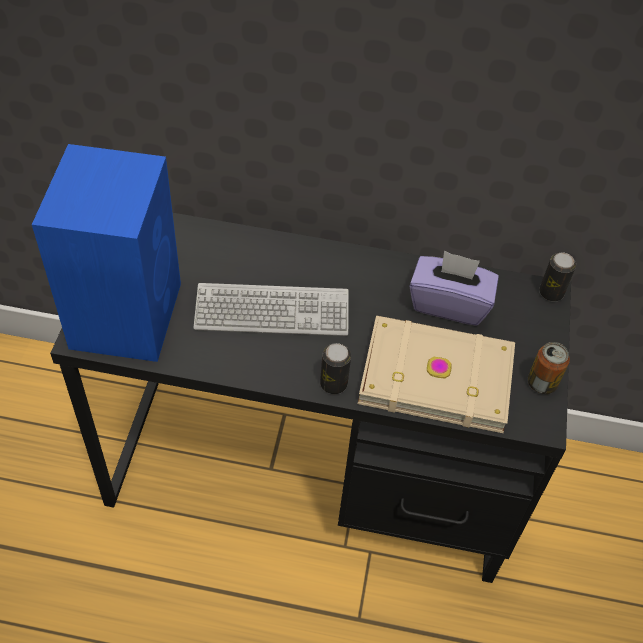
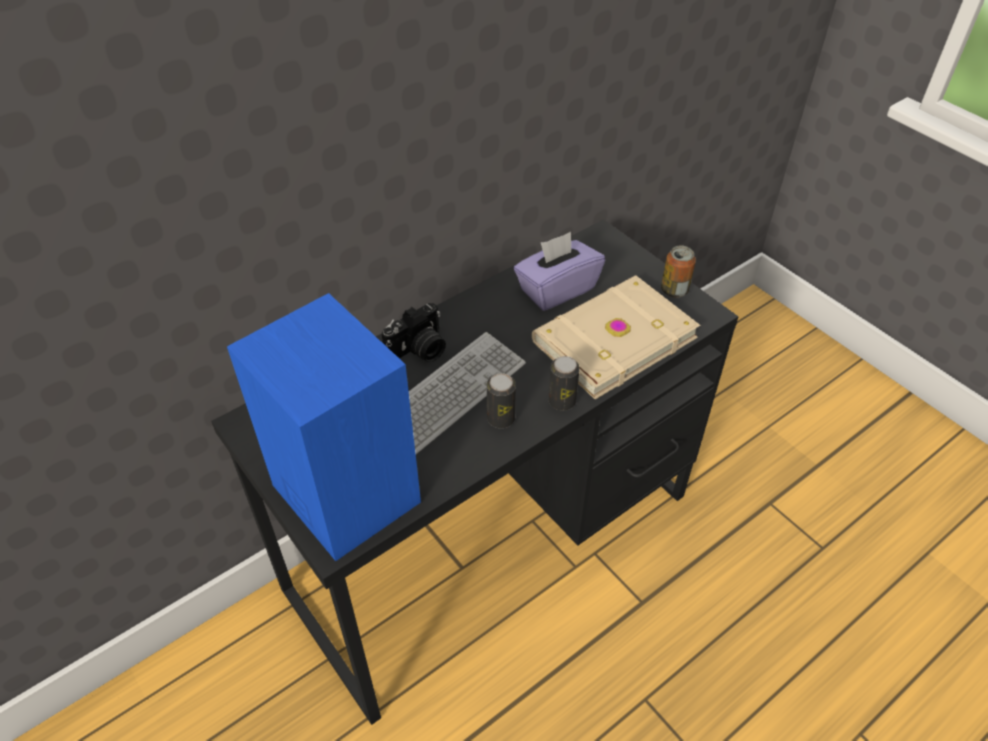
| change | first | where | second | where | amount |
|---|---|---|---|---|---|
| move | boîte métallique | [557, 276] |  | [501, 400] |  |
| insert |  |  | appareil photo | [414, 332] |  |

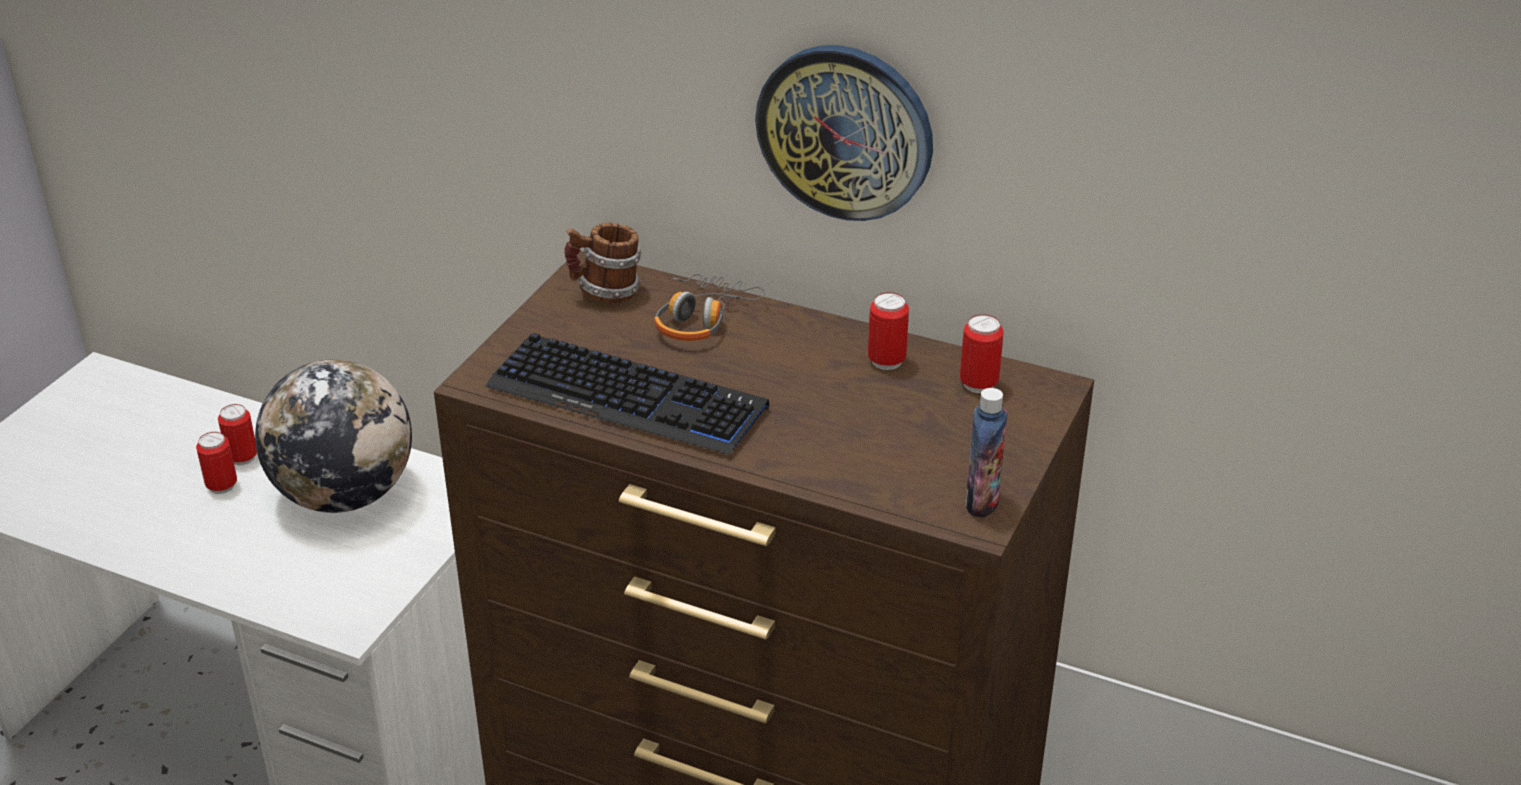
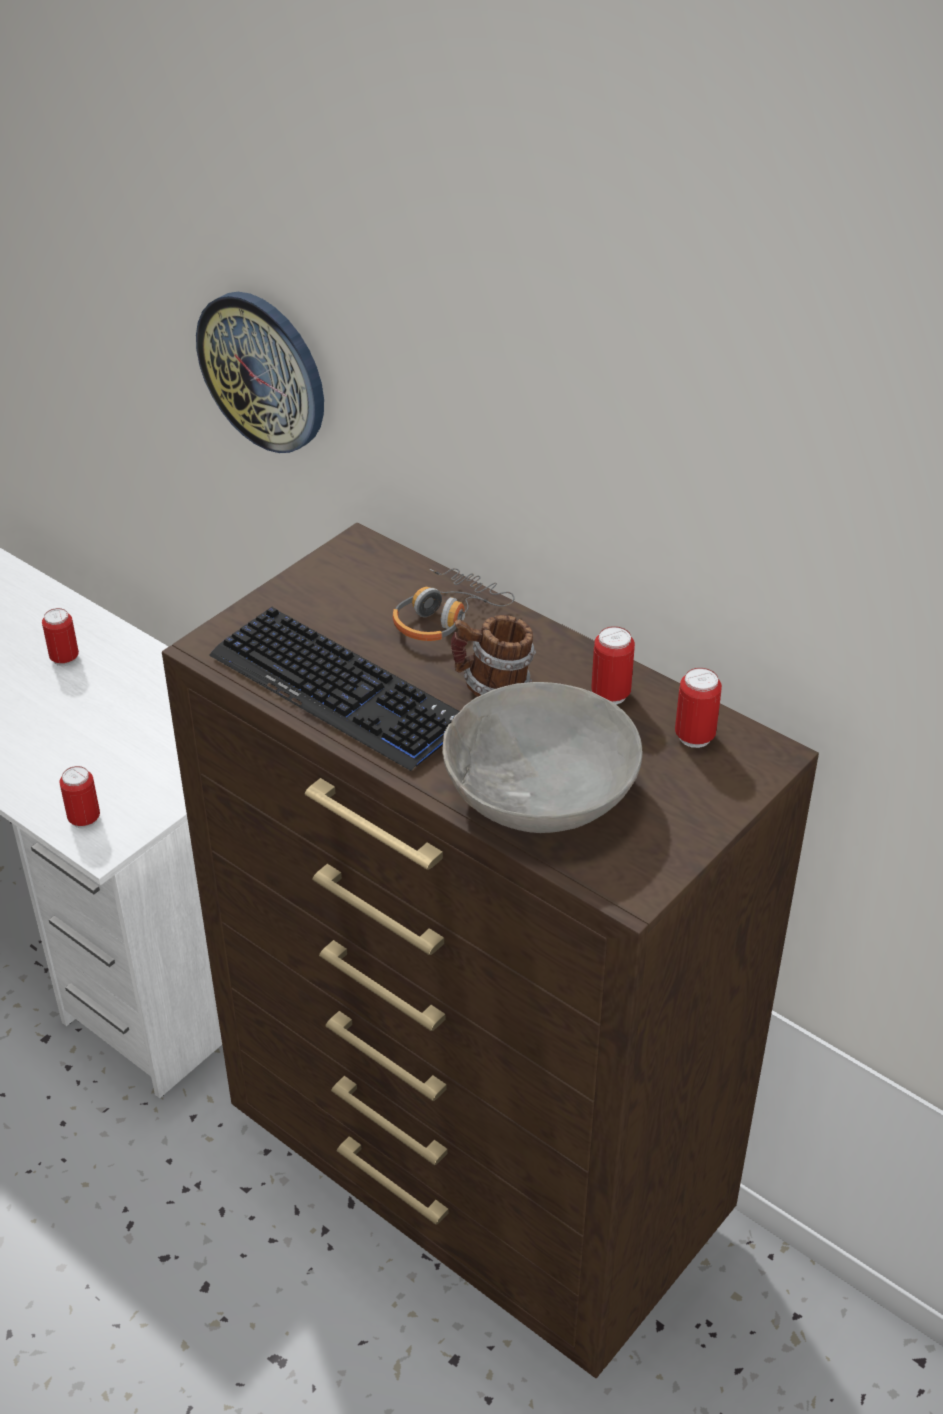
| change | first | where | second | where | amount |
|---|---|---|---|---|---|
| move | boîte métallique | [216, 463] |  | [79, 797] |  |
| delete | globe | [333, 436] |  |  |  |
| move | mug | [603, 263] |  | [493, 656] |  |
| move | horloge murale | [844, 133] |  | [260, 372] |  |
| delete | bouteille | [987, 453] |  |  |  |
| insert |  |  | bol [gris] | [542, 757] |  |

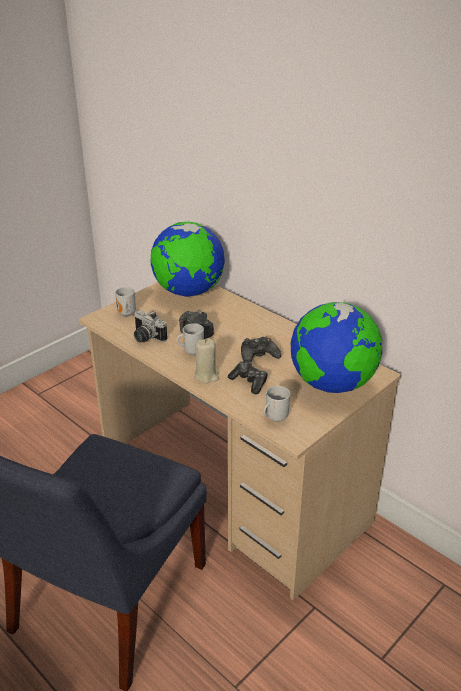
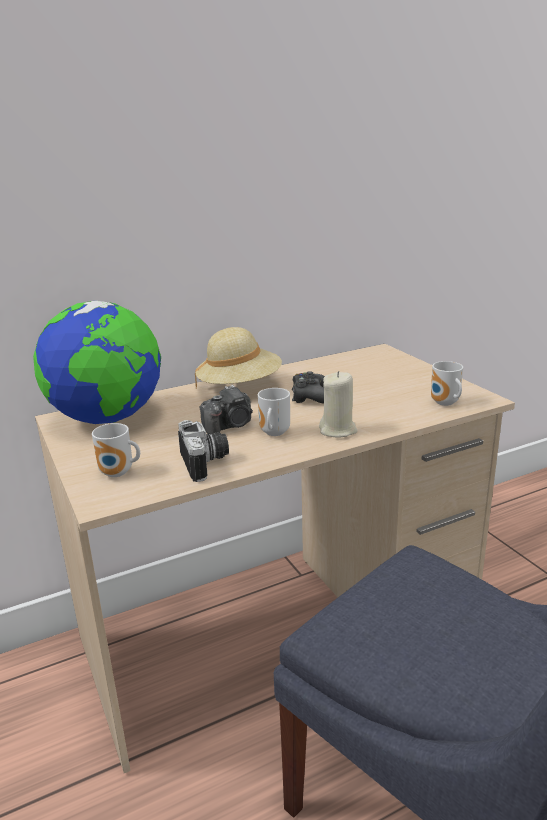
| change | first | where | second | where | amount |
|---|---|---|---|---|---|
| rotate | appareil photo | [150, 326] |  | [203, 451] | 75 degrees counterclockwise |
| delete | manette | [248, 377] |  |  |  |
| delete | globe | [336, 347] |  |  |  |
| insert |  |  | chapeau [beige] | [238, 357] |  |

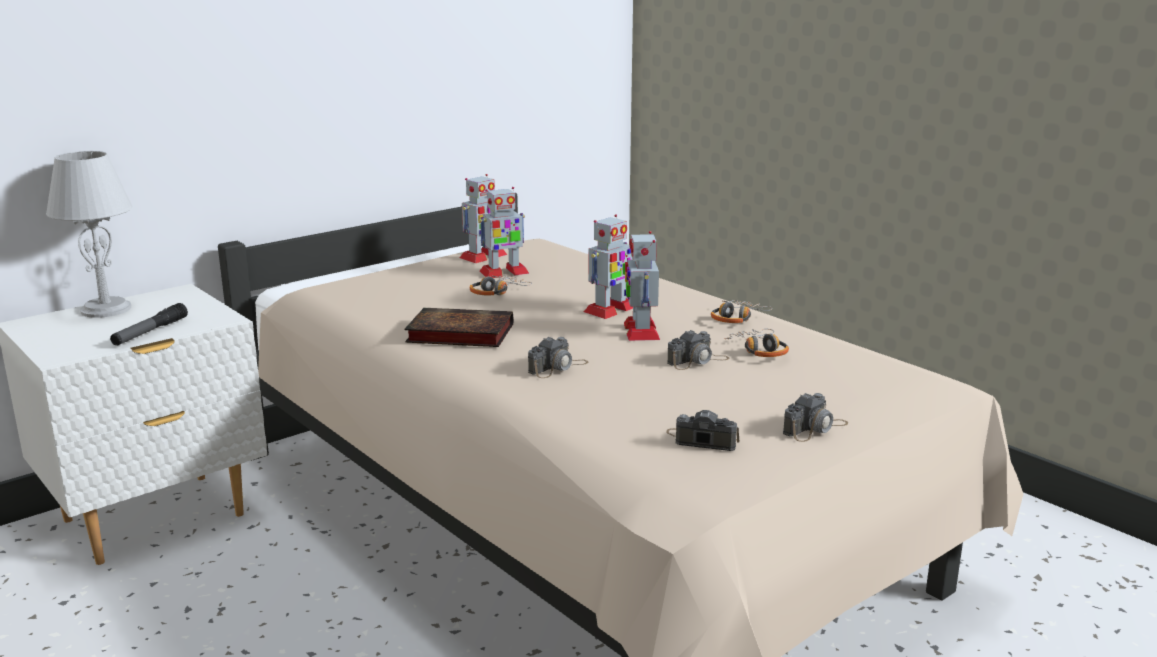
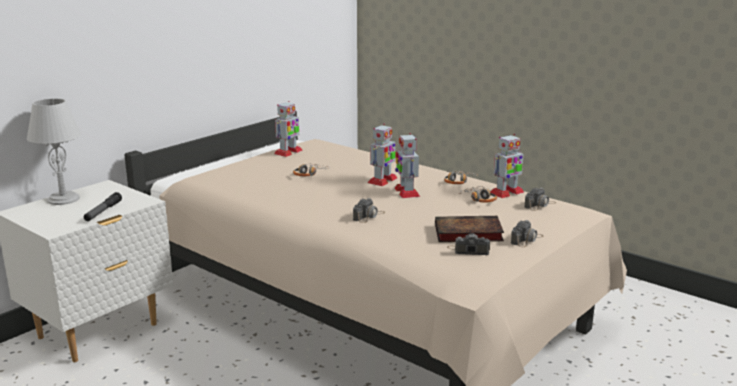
| change | first | where | second | where | amount |
|---|---|---|---|---|---|
| move | livre | [458, 327] |  | [469, 229] |  |
| move | robot jouet | [504, 232] |  | [507, 166] |  |
| move | appareil photo | [698, 350] |  | [540, 199] |  |

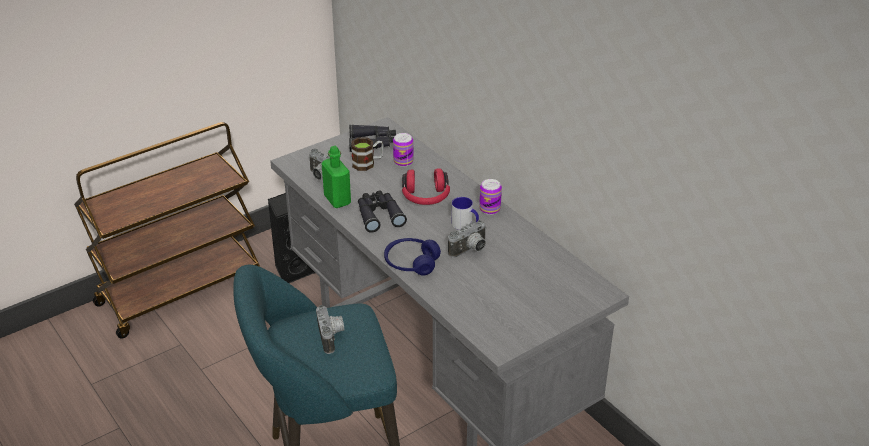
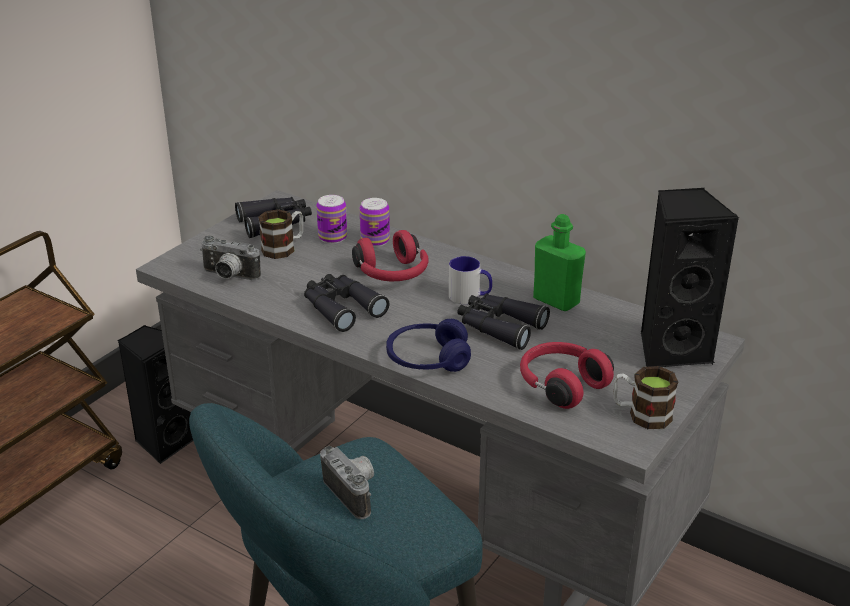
| change | first | where | second | where | amount |
|---|---|---|---|---|---|
| move | bouteille [vert] | [336, 177] |  | [559, 262] |  |
| replace | appareil photo | [467, 239] | jumelles [noir] | [504, 321] |  |
| move | boîte métallique | [490, 197] |  | [374, 222] |  |
| insert |  |  | casque audio [rouge] | [567, 375] |  |
| insert |  |  | mug | [646, 397] |  |
| insert |  |  | enceinte [noir] | [690, 277] |  |

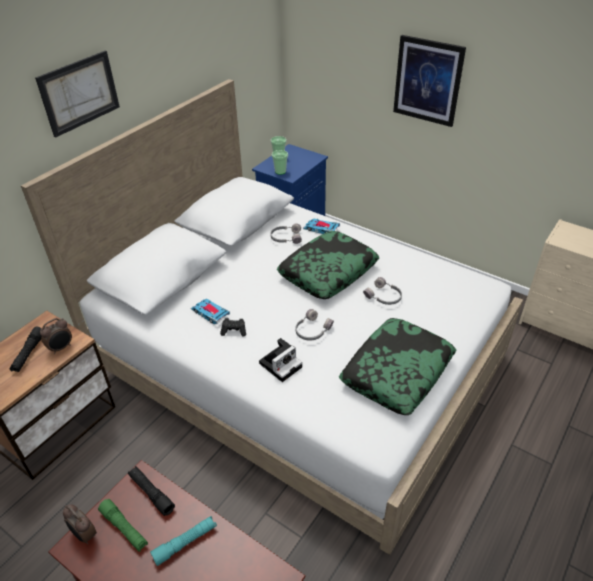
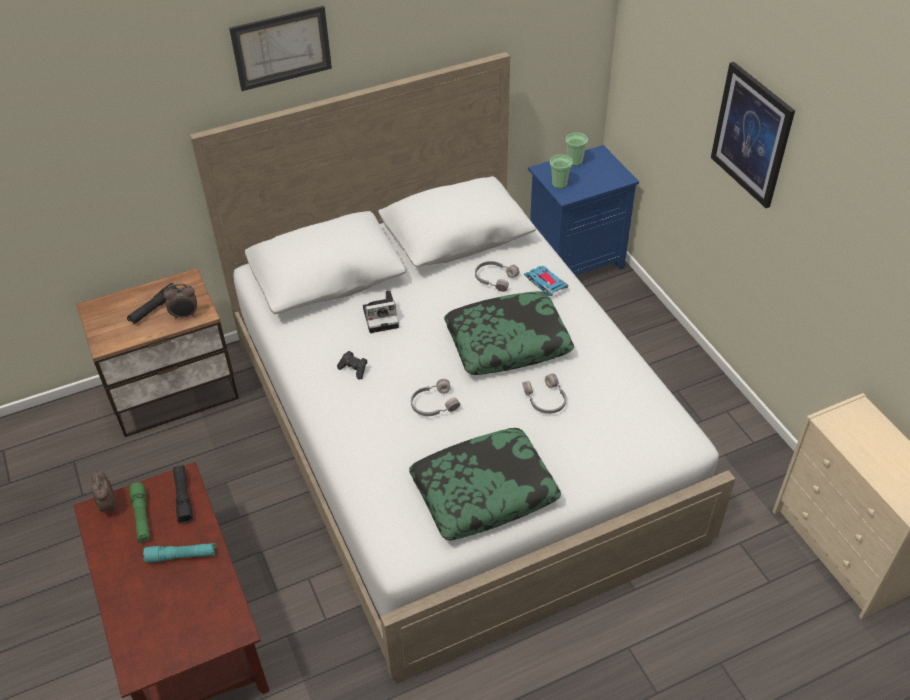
| change | first | where | second | where | amount |
|---|---|---|---|---|---|
| delete | petite voiture | [210, 311] |  |  |  |
| move | appareil photo | [280, 360] |  | [381, 311] |  |

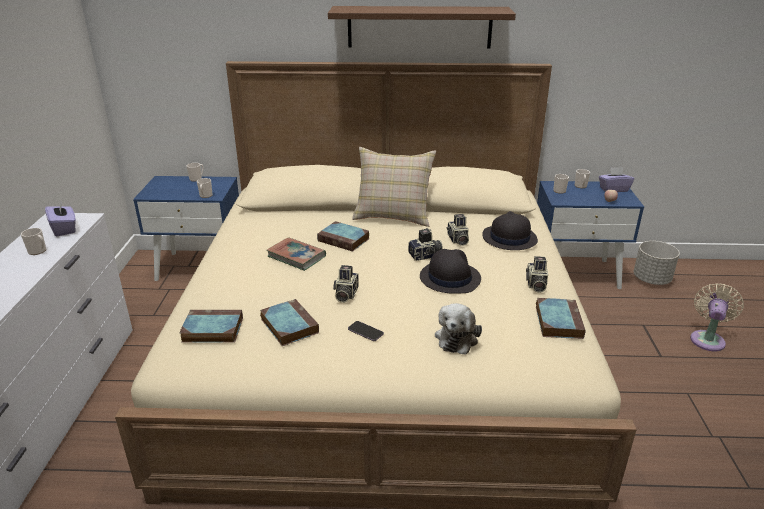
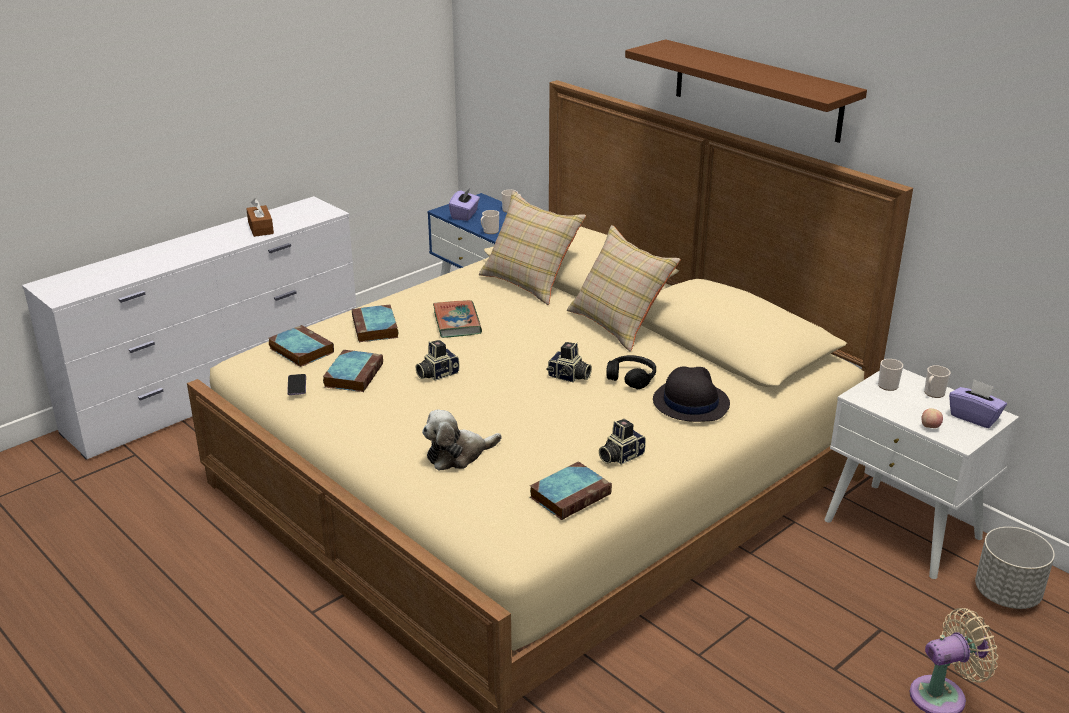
| change | first | where | second | where | amount |
|---|---|---|---|---|---|
| replace | mug | [33, 241] | boîte à mouchoirs [marron] | [260, 217] |  |
| move | boîte à mouchoirs [violet] | [60, 220] |  | [464, 204] |  |
| move | livre | [343, 236] |  | [375, 323] |  |
| move | téléphone | [366, 331] |  | [296, 384] |  |
| delete | chapeau [noir] | [450, 271] |  |  |  |
| replace | appareil photo | [458, 230] | casque audio [noir] | [631, 372] |  |
| recolor | table de chevet [bleu] | [590, 235] | table de chevet [blanc] | [921, 474] |  |
| insert |  |  | coussin [beige] | [532, 248] |  |

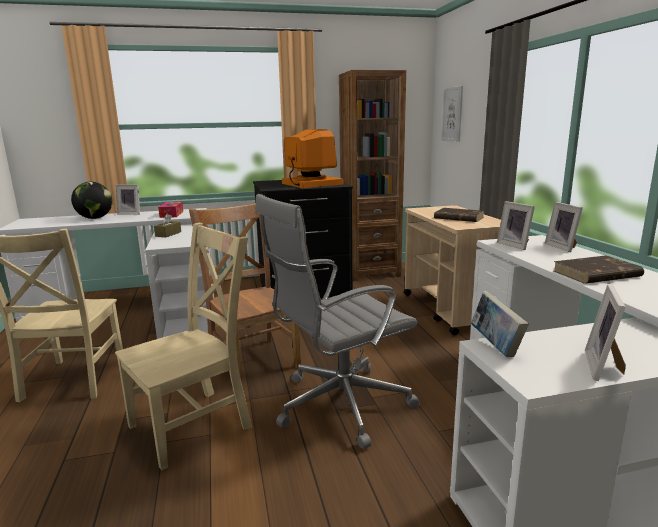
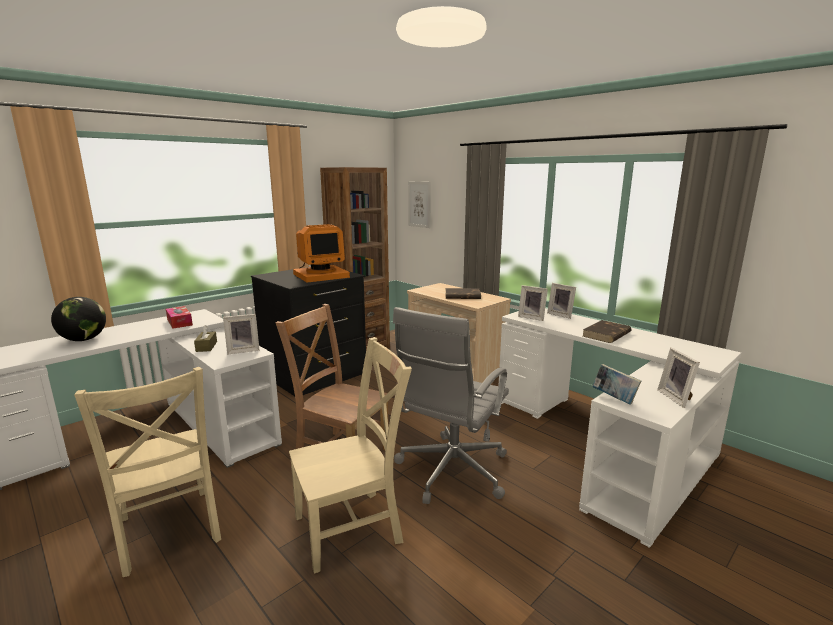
| change | first | where | second | where | amount |
|---|---|---|---|---|---|
| move | cadre photo | [127, 200] |  | [241, 334] |  |
| rotate | chaise [beige] | [183, 346] |  | [350, 455] | 45 degrees clockwise |
| rotate | écran d'ordinateur | [312, 158] |  | [321, 253] | 120 degrees clockwise |

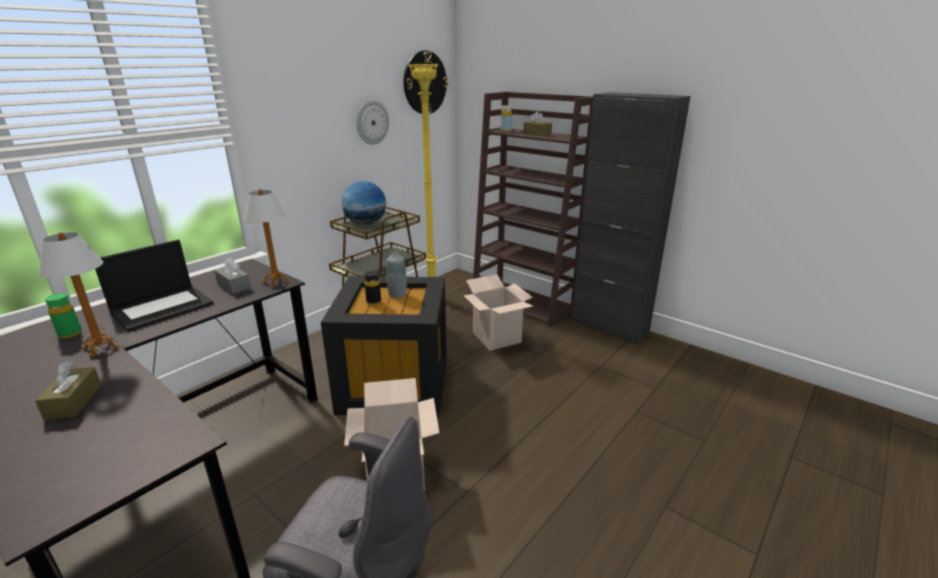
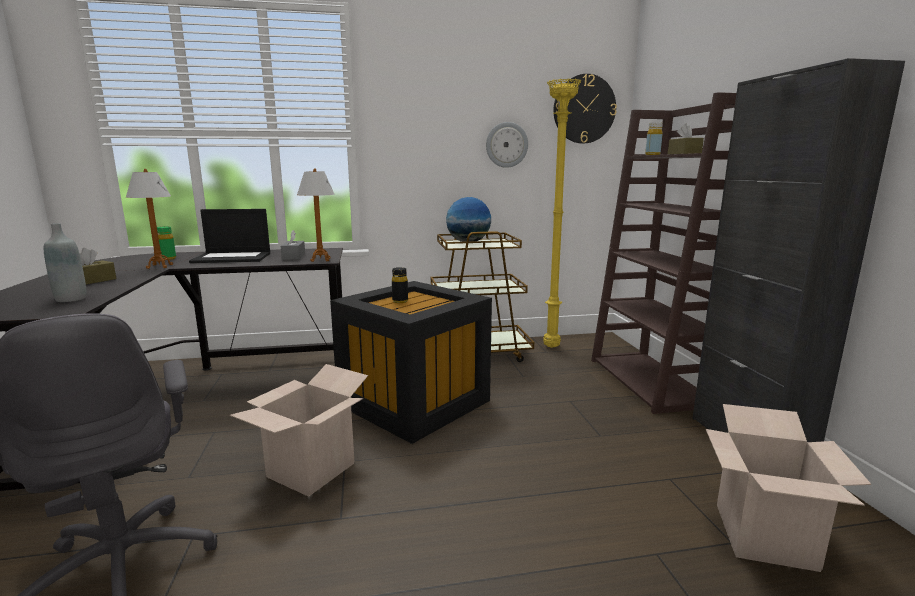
| change | first | where | second | where | amount |
|---|---|---|---|---|---|
| move | bouteille [gris] | [396, 272] |  | [65, 262] |  |
| move | carton | [498, 312] |  | [788, 488] |  |

